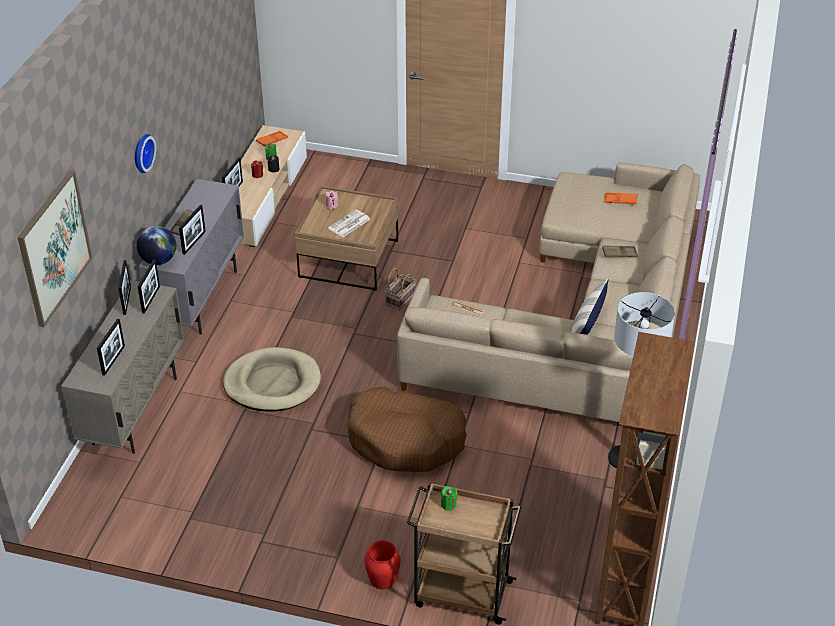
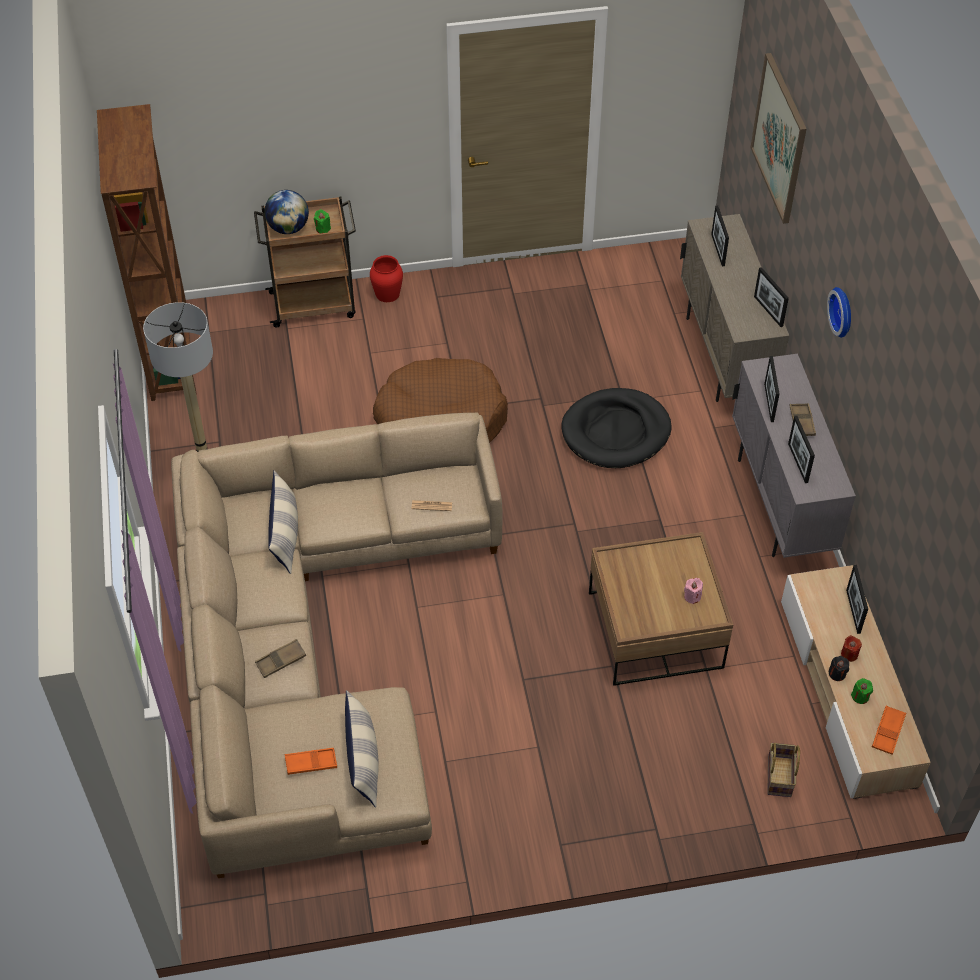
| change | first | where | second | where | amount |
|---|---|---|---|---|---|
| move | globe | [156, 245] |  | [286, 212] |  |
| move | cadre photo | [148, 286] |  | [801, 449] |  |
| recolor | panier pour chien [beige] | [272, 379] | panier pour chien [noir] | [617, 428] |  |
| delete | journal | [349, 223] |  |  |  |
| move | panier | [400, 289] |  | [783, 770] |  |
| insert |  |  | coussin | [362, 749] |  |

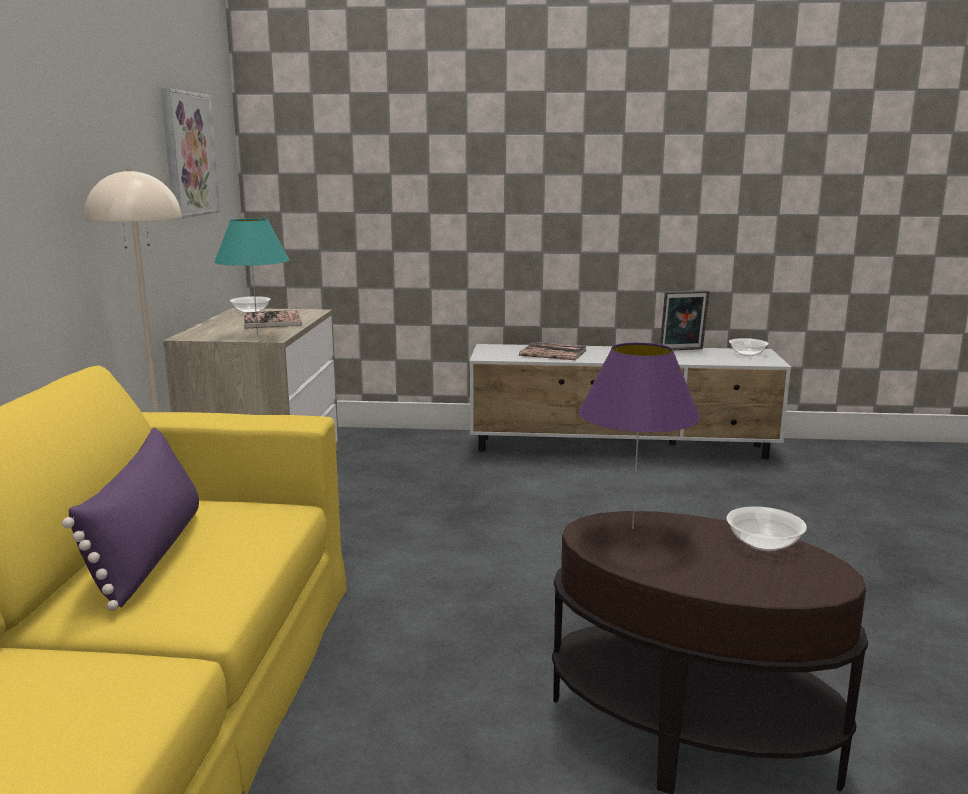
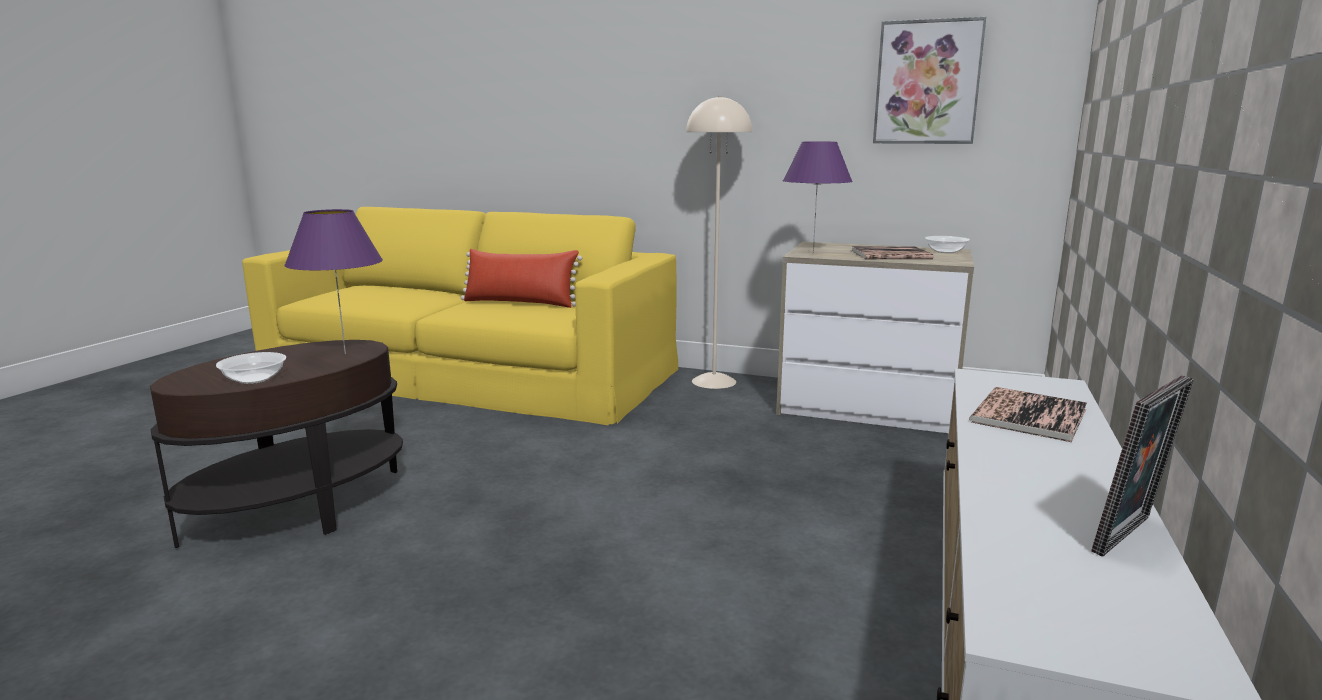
| change | first | where | second | where | amount |
|---|---|---|---|---|---|
| recolor | coussin [violet] | [130, 519] | coussin [rouge] | [521, 278] |  |
| recolor | lampe de table [turquoise] | [251, 277] | lampe de table [violet] | [818, 197] |  |
| rotate | cadre photo | [685, 320] |  | [1142, 466] | 135 degrees counterclockwise |
| delete | bol | [748, 347] |  |  |  |

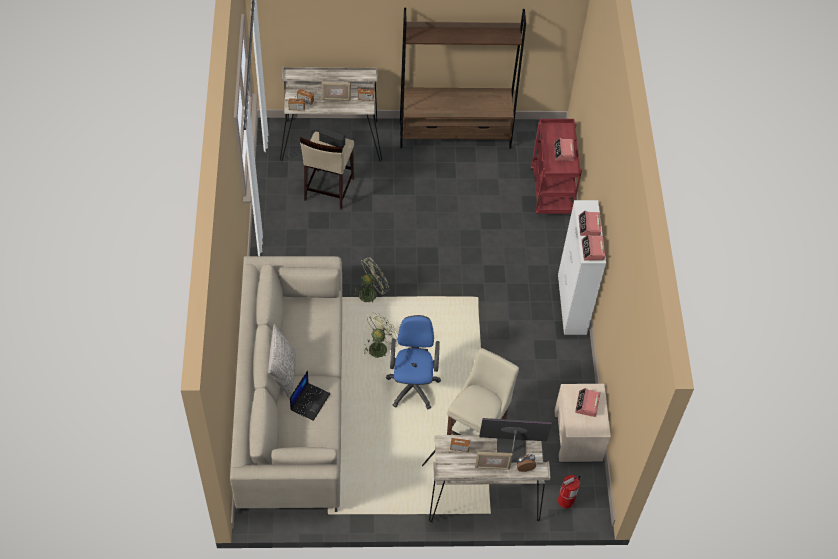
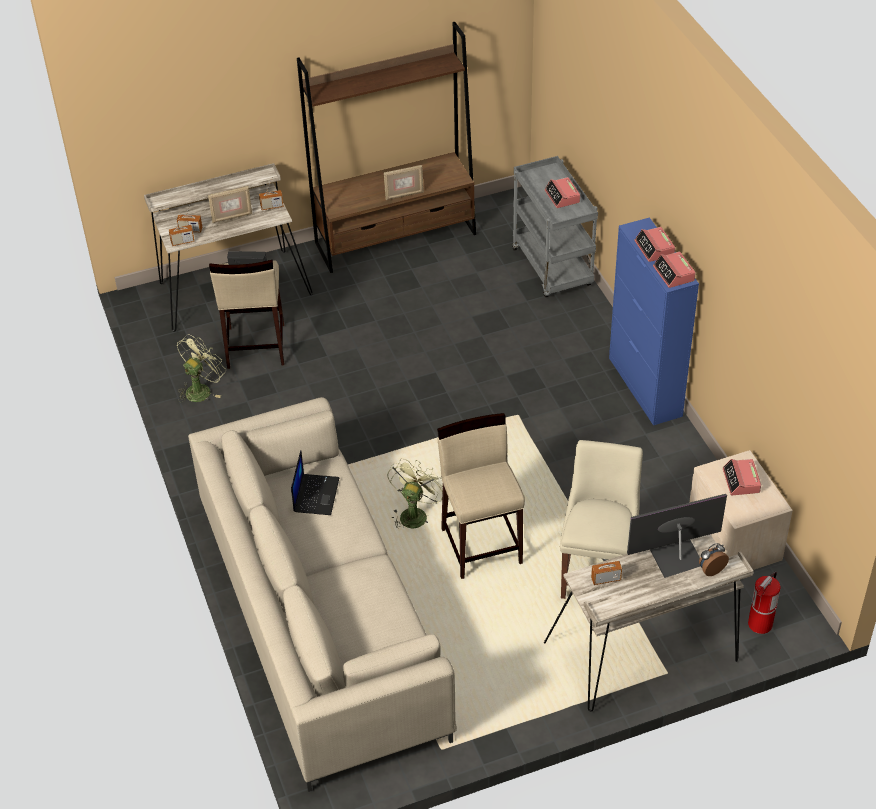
| change | first | where | second | where | amount |
|---|---|---|---|---|---|
| delete | coussin [gris] | [282, 361] |  |  |  |
| move | ordinateur portable | [310, 395] |  | [315, 482] |  |
| move | ventilateur [vert] | [371, 280] |  | [201, 368] |  |
| replace | chaise de bureau [bleu] | [413, 362] | tabouret [beige] | [481, 496] |  |
| move | cadre photo | [494, 461] |  | [404, 182] |  |
| recolor | chariot [rouge] | [556, 166] | chariot [gris] | [555, 226] |  |
| recolor | meuble de rangement [blanc] | [582, 267] | meuble de rangement [bleu] | [654, 321] |  |

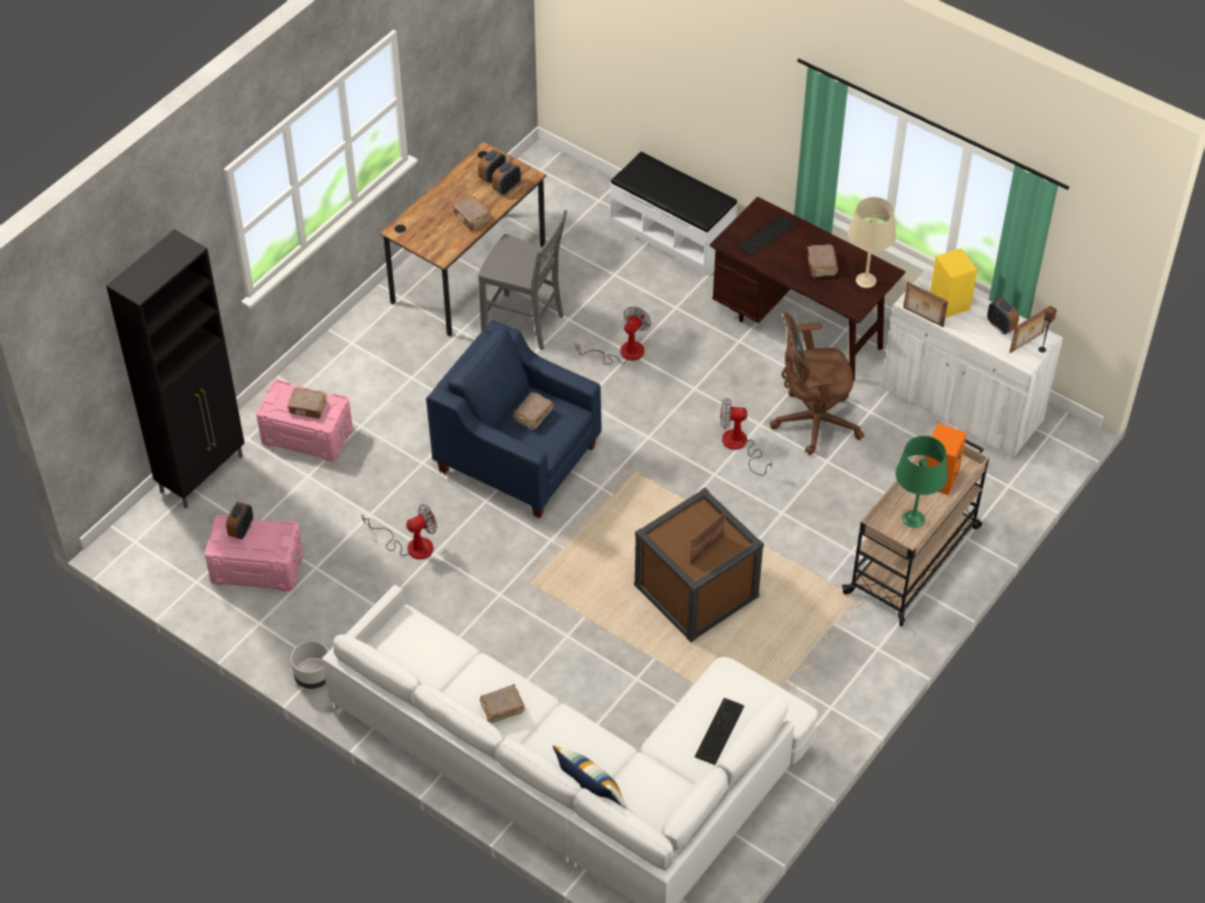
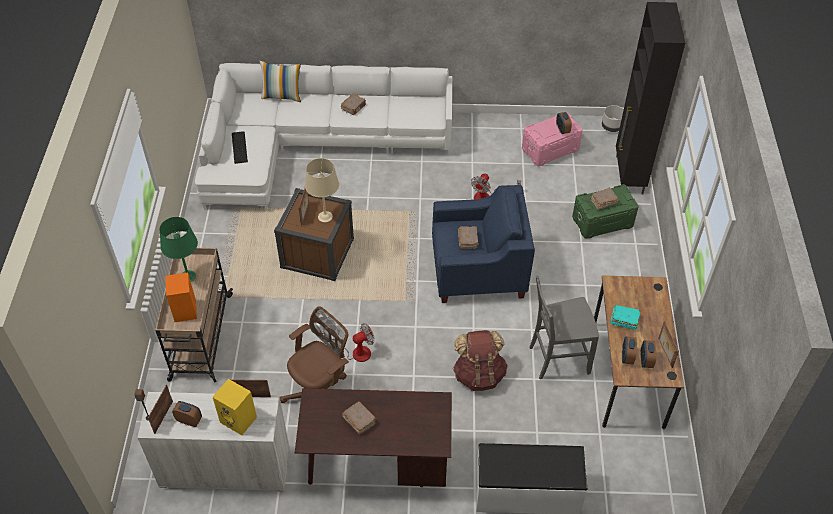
| change | first | where | second | where | amount |
|---|---|---|---|---|---|
| recolor | boîte de rangement [rose] | [304, 420] | boîte de rangement [vert] | [605, 211] |  |
| move | cache-pot [gris] | [310, 665] |  | [613, 118] |  |
| recolor | livre [marron] | [471, 213] | livre [turquoise] | [625, 317] |  |
| replace | ventilateur | [612, 335] | sac à dos [marron] | [480, 360] |  |
| delete | clavier | [766, 235] |  |  |  |
| move | lampe de table [beige] | [872, 242] |  | [322, 190] |  |
| insert |  |  | cadre photo | [668, 344] |  |

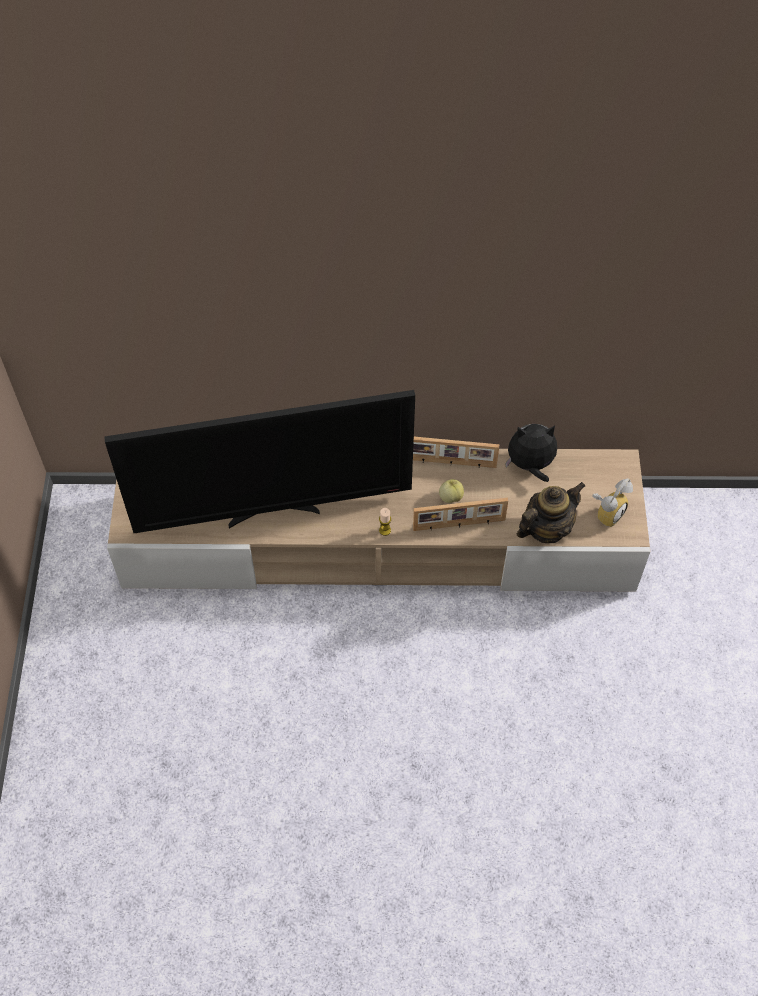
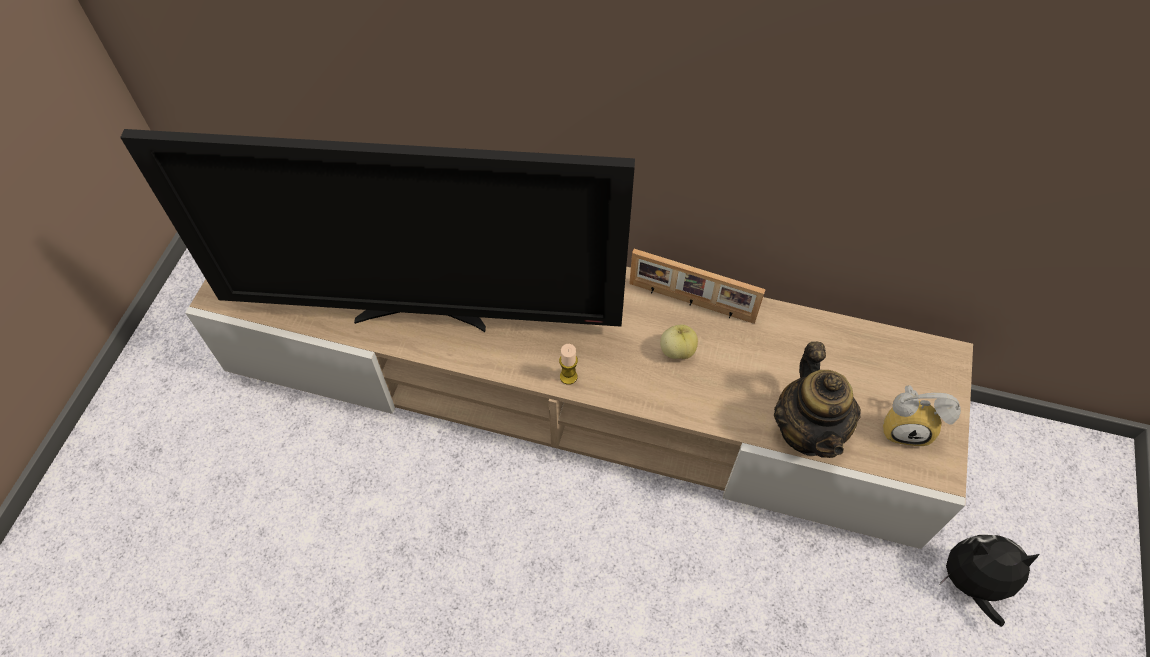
| change | first | where | second | where | amount |
|---|---|---|---|---|---|
| delete | cadre photo | [460, 514] |  |  |  |
| move | peluche | [531, 453] |  | [989, 581] |  |
| rotate | théière | [551, 512] |  | [817, 400] | 105 degrees clockwise |
| rotate | réveil | [612, 502] |  | [922, 415] | 45 degrees clockwise |

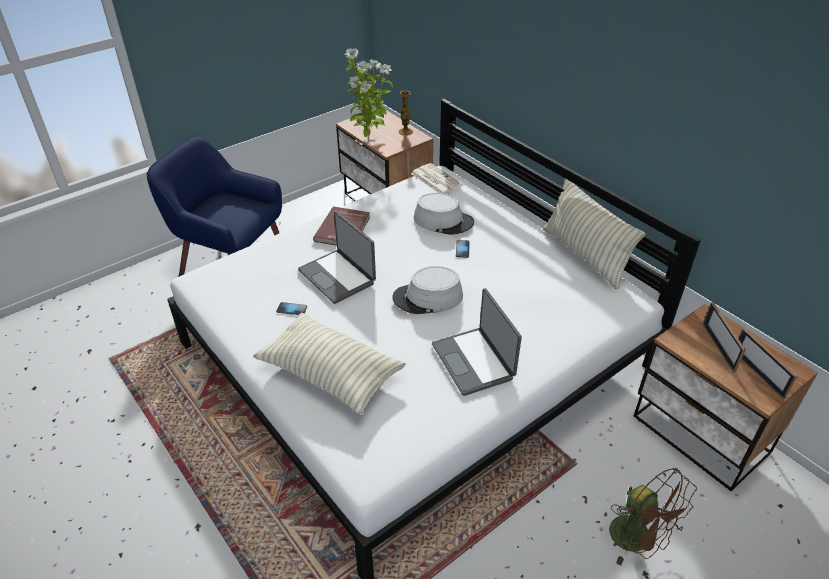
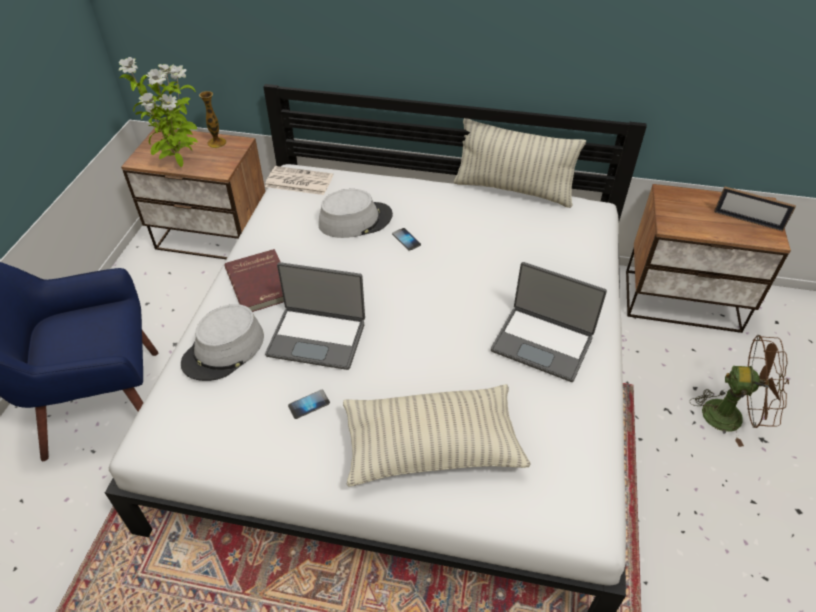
| change | first | where | second | where | amount |
|---|---|---|---|---|---|
| move | chapeau [gris] | [427, 290] |  | [222, 342] |  |
| delete | cadre photo | [724, 337] |  |  |  |

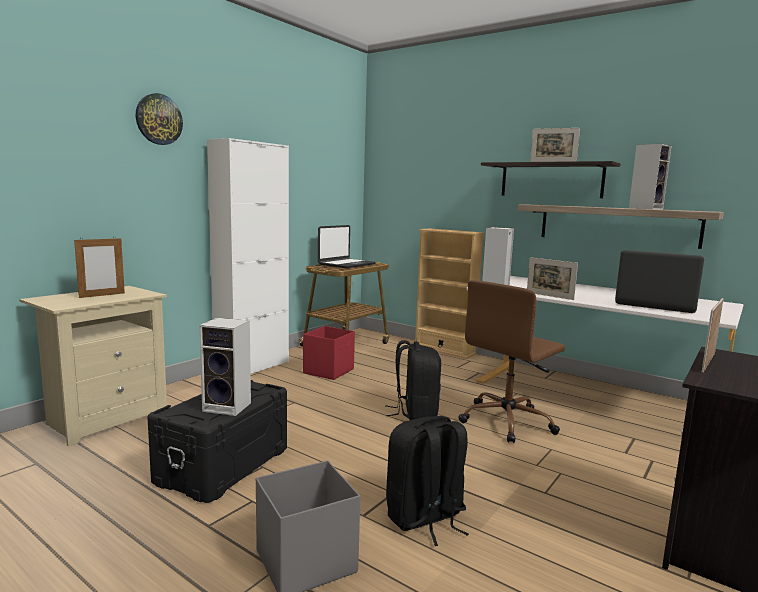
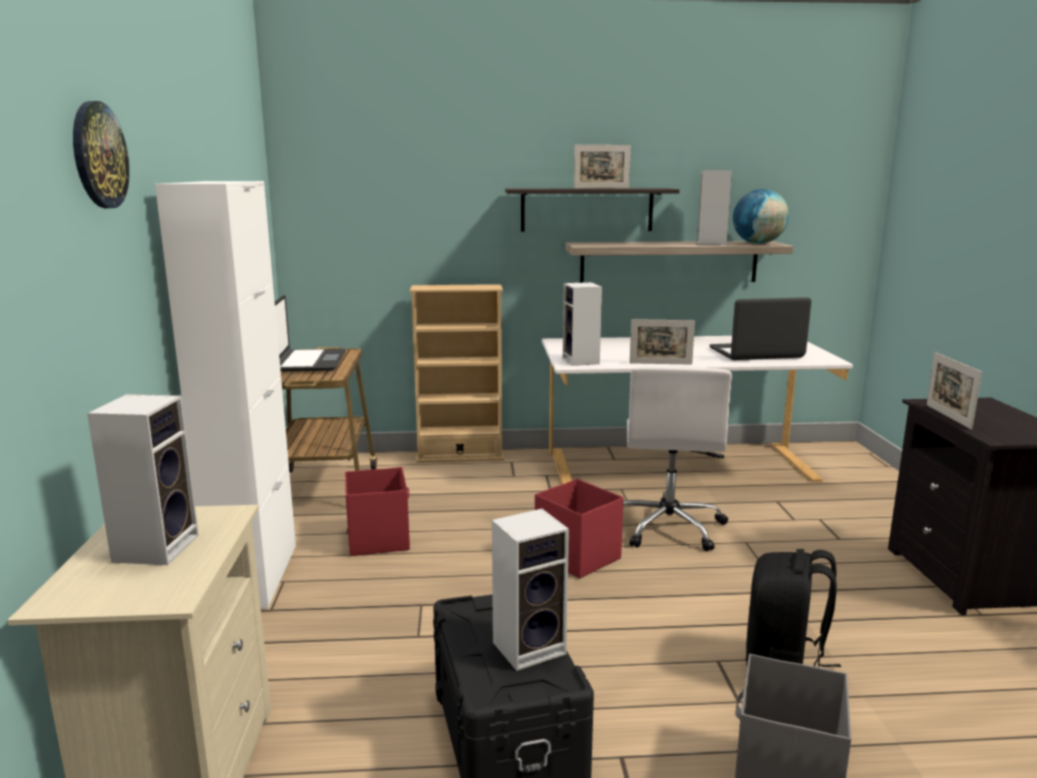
| change | first | where | second | where | amount |
|---|---|---|---|---|---|
| replace | cadre photo | [99, 267] | enceinte | [143, 479] |  |
| replace | sac à dos [noir] | [413, 380] | boîte de rangement [rouge] | [579, 528] |  |
| recolor | chaise de bureau [marron] | [511, 361] | chaise de bureau [blanc] | [677, 458] |  |
| insert |  |  | globe | [761, 216] |  |

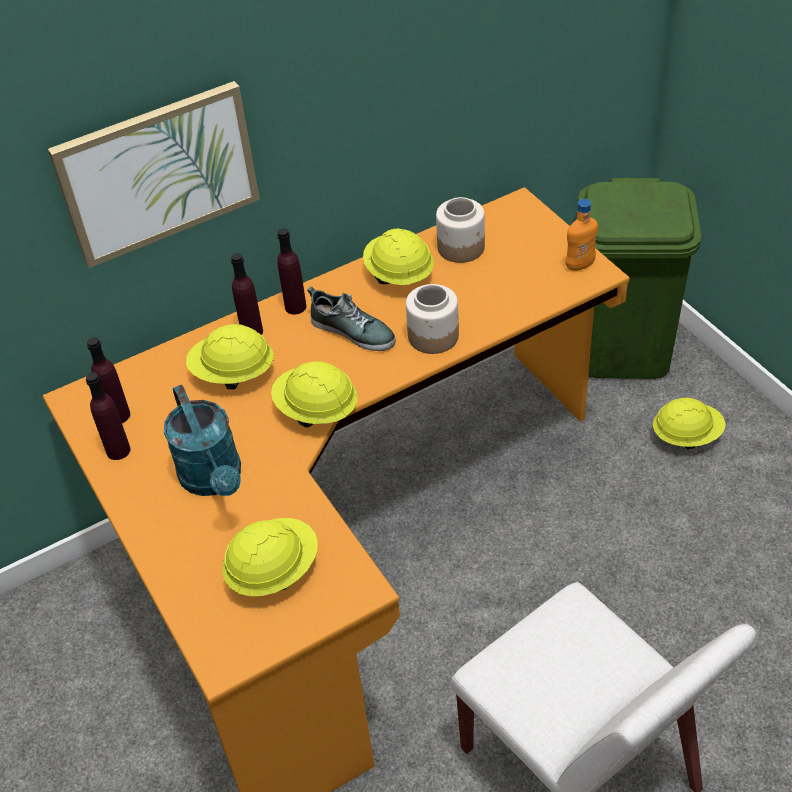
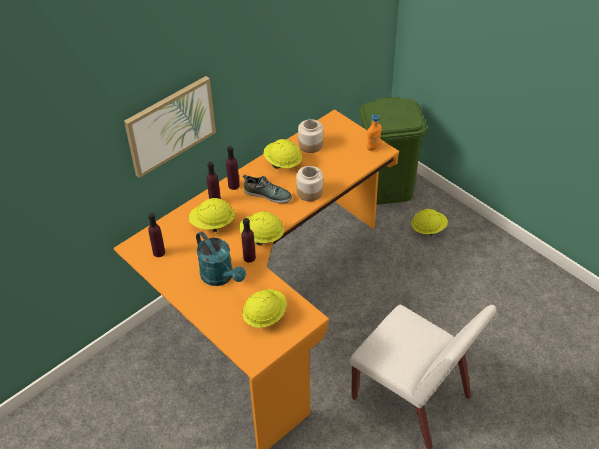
| change | first | where | second | where | amount |
|---|---|---|---|---|---|
| move | bouteille [violet] | [108, 416] |  | [248, 240] |  |

